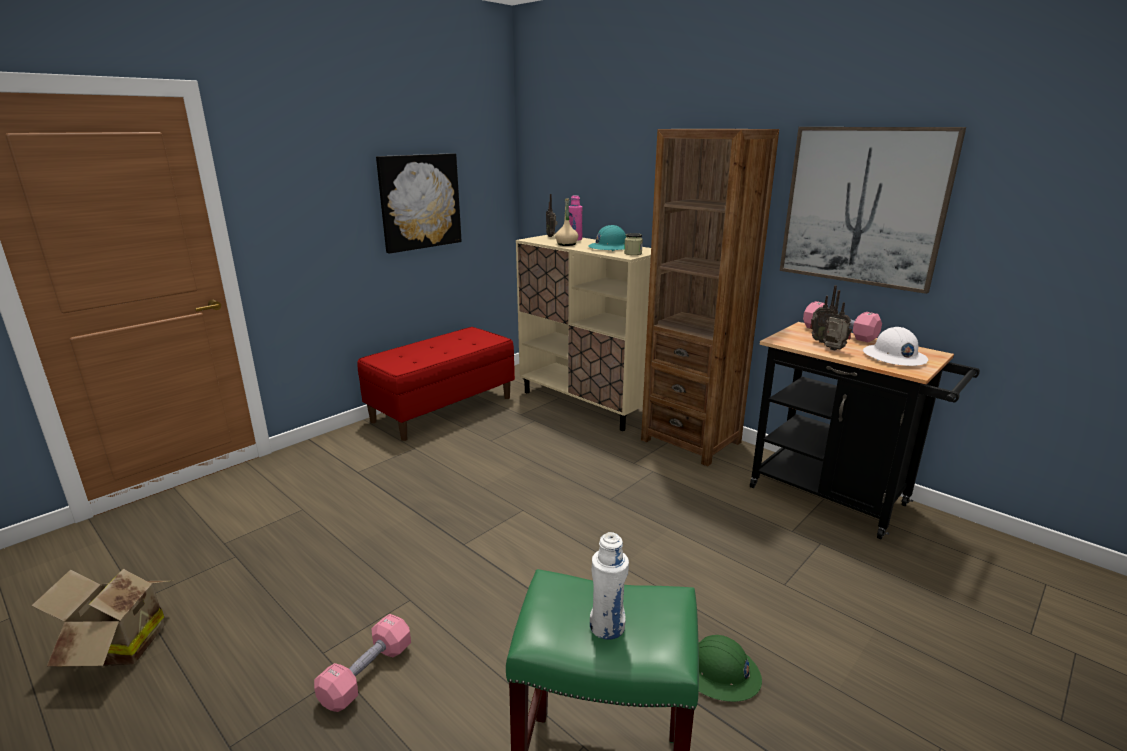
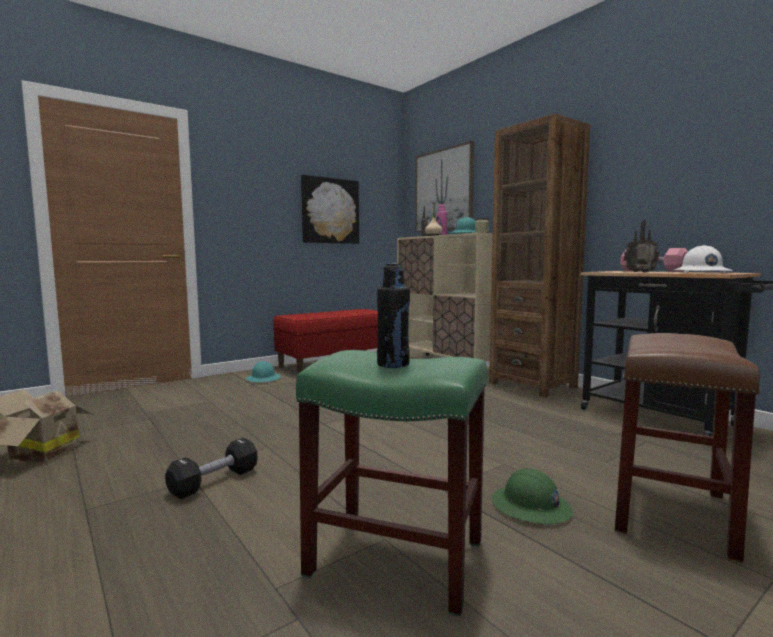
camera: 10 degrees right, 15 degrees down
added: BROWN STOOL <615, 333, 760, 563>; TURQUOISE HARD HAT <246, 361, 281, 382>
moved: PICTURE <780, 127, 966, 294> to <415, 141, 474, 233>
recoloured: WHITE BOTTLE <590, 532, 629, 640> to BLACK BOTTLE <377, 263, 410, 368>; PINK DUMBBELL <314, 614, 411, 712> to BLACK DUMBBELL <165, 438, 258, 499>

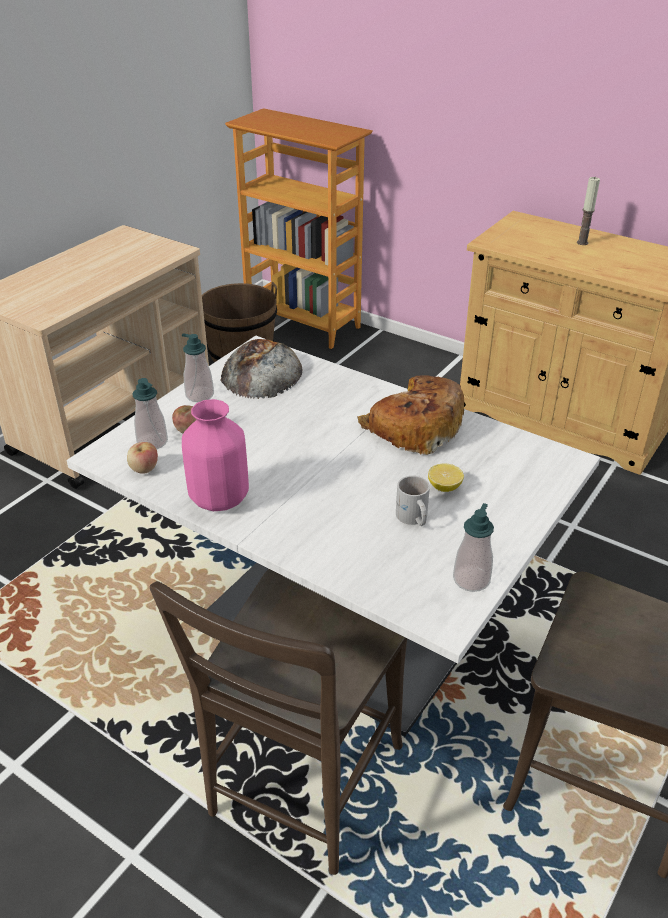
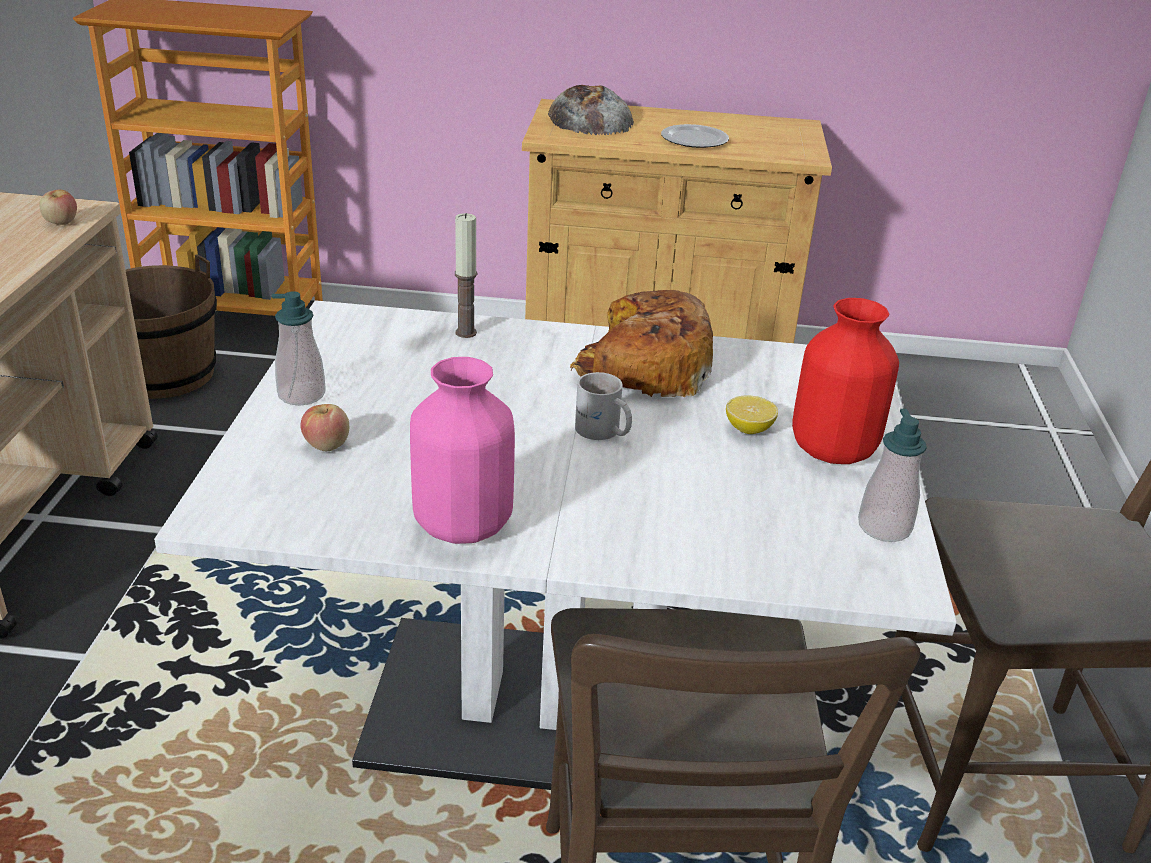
camera: 30 degrees left, 5 degrees down
removed: SOAP DISPENSER <133, 378, 168, 449>
added: PLATE <661, 124, 729, 148>; RED VASE <792, 298, 899, 464>
moved: CANDLE <577, 177, 600, 245> to <455, 213, 477, 338>; BREAD <220, 339, 302, 399> to <548, 85, 634, 135>; APPLE <127, 442, 158, 474> to <39, 189, 77, 225>; WHITE MUG <396, 476, 430, 526> to <575, 372, 632, 440>

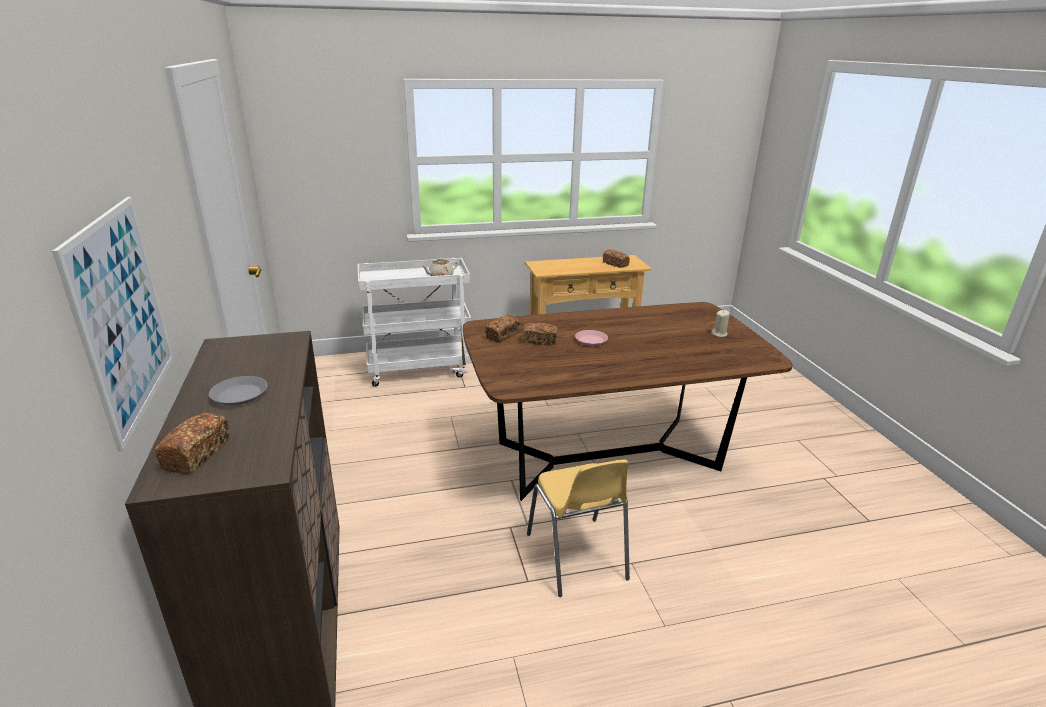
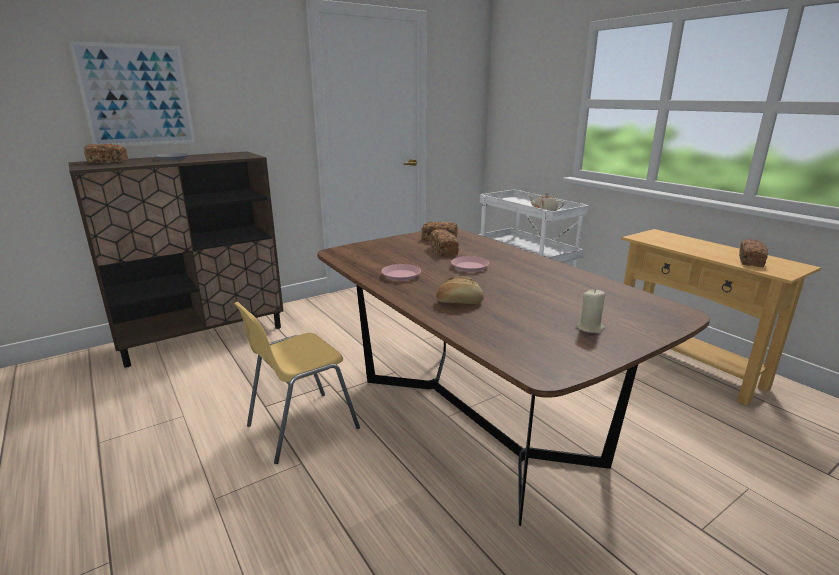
camera: 70 degrees right, 5 degrees down
added: PINK PLATE <381, 264, 421, 281>; BREAD <436, 276, 484, 304>

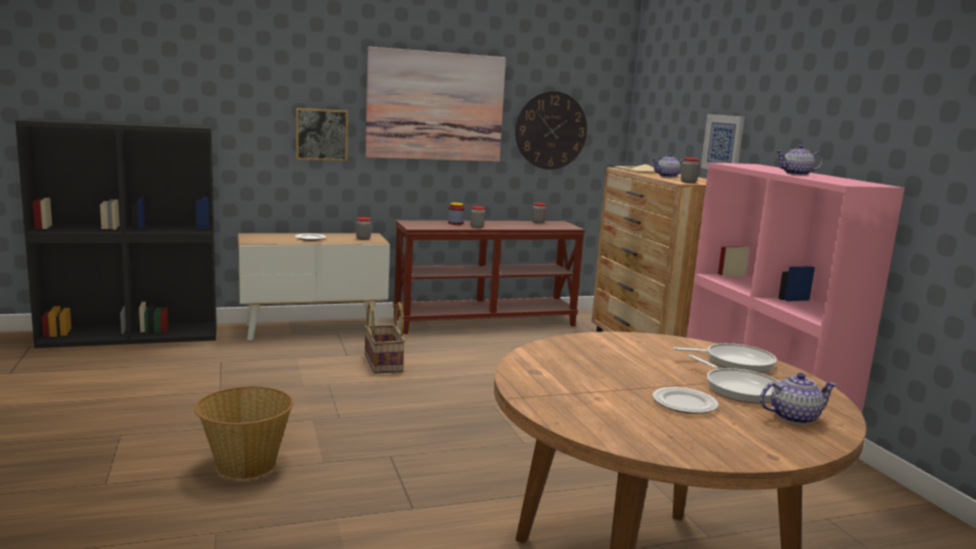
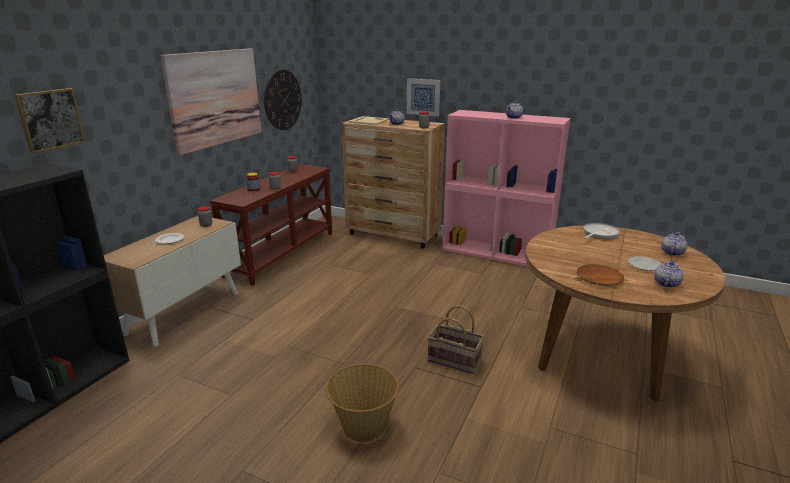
camera: 45 degrees left, 10 degrees up
removed: FRYING PAN <688, 355, 779, 404>
added: TEAPOT <654, 259, 684, 288>; BROWN PLATE <577, 264, 624, 286>
moved: PICTURE <296, 108, 348, 161> to <14, 88, 86, 154>; BASKET <364, 302, 405, 374> to <427, 305, 484, 374>

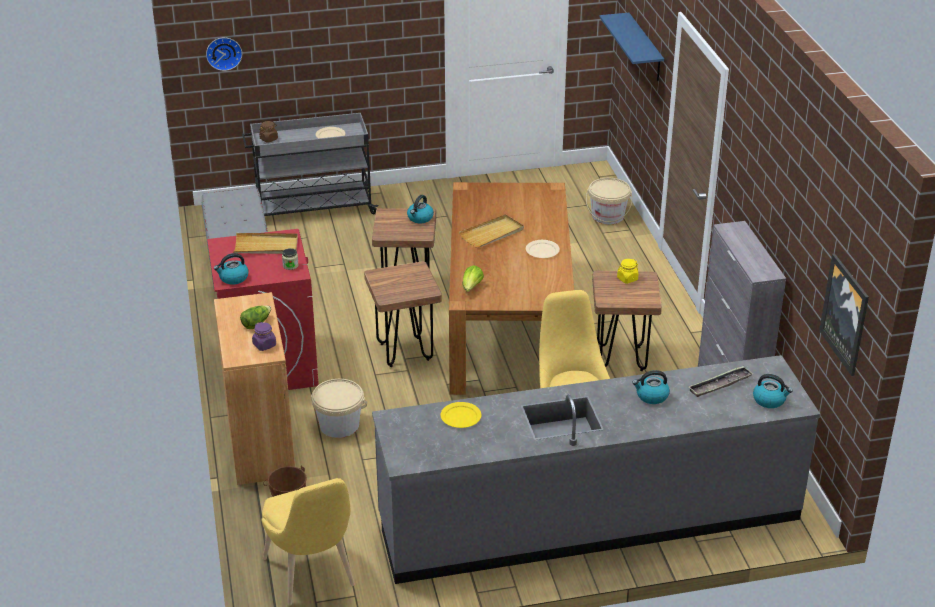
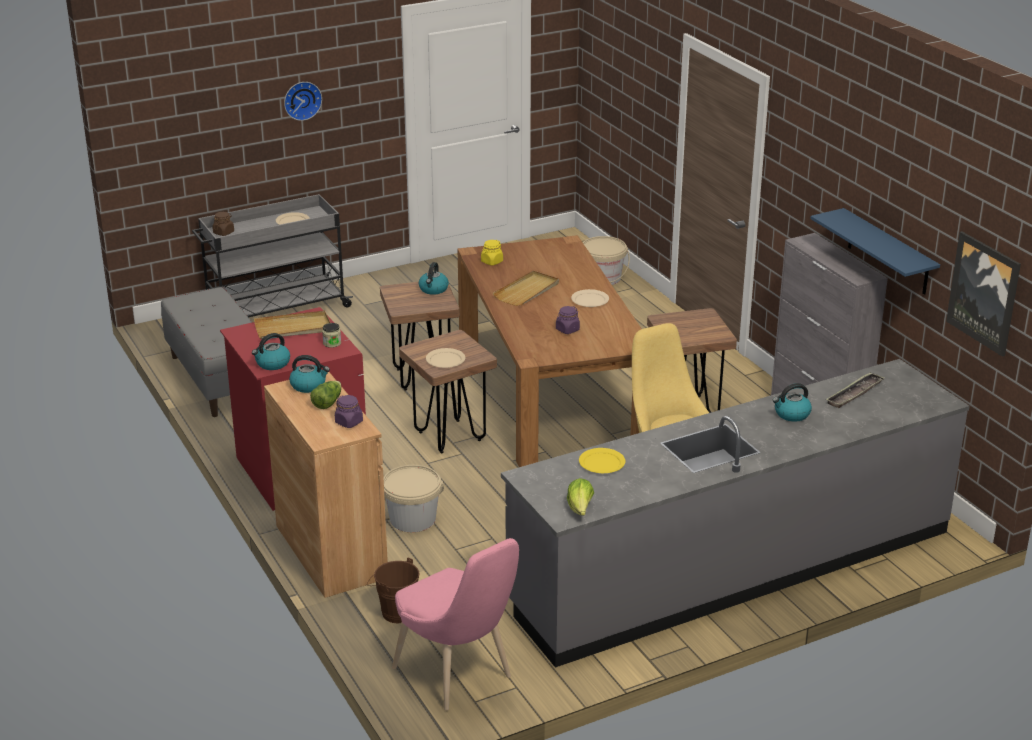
camera: 15 degrees left, 5 degrees down
added: PURPLE JAR <556, 306, 580, 334>; BEIGE PLATE <426, 348, 465, 368>
moved: BLUE SHELF <599, 13, 664, 81> to <810, 208, 940, 295>; WALL CLOCK <206, 38, 242, 71> to <284, 82, 322, 121>; YELLOW JAR <617, 259, 639, 284> to <481, 240, 503, 265>; LETTUCE <463, 265, 484, 292> to <567, 478, 594, 516>; KETTLE <753, 374, 793, 408> to <289, 355, 330, 393>
recoloured: YELLOW CHAIR <261, 478, 355, 606> to PINK CHAIR <392, 538, 519, 711>

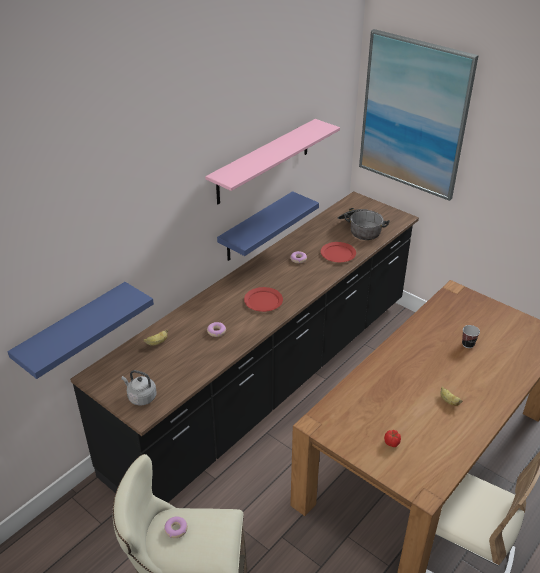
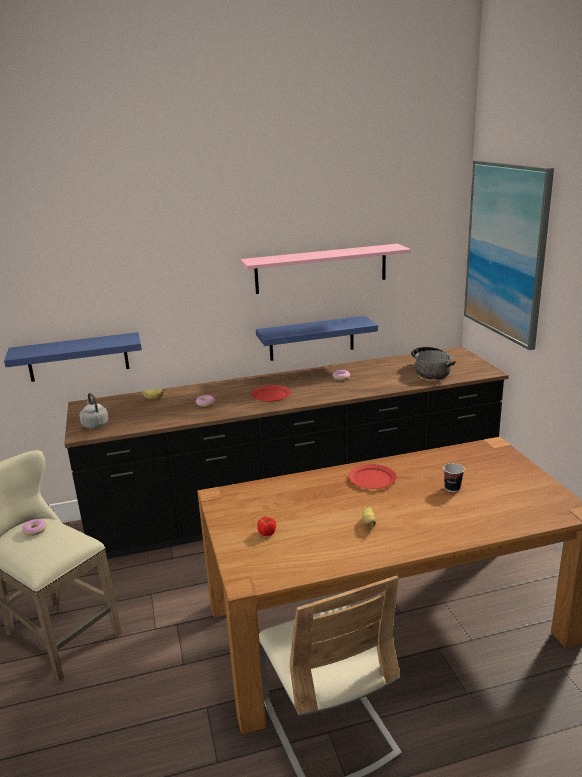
camera: 35 degrees right, 15 degrees down
moved: RED PLATE <321, 242, 356, 262> to <348, 464, 397, 489>

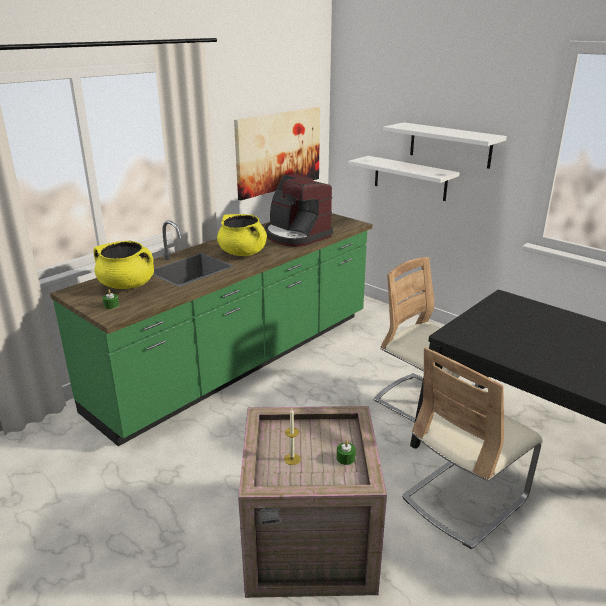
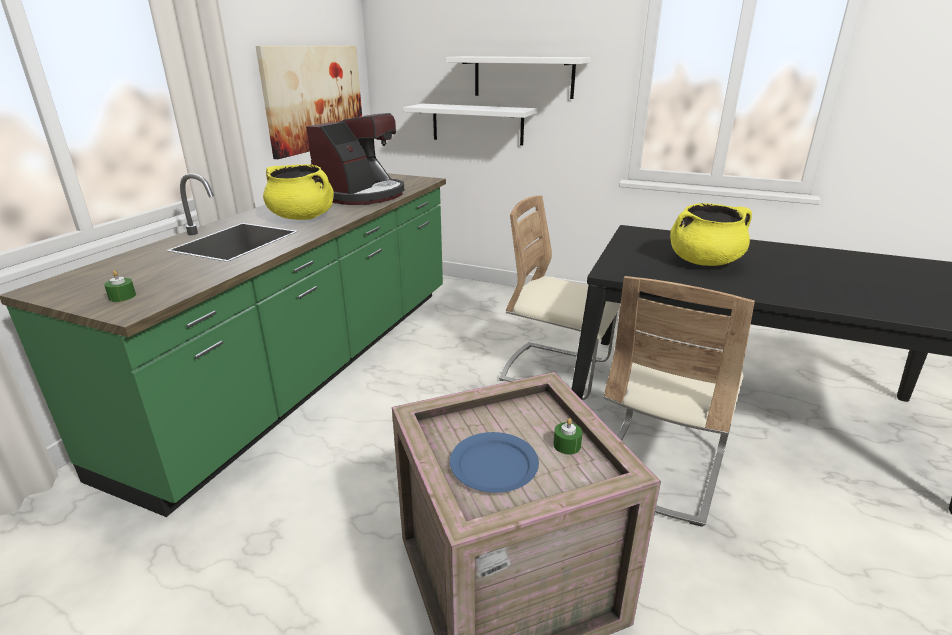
camera: 20 degrees left, 0 degrees up
moved: YELLOW COOKING POT <93, 241, 154, 289> to <670, 203, 752, 266>
replaced: CANDLE <284, 409, 301, 465> to BLUE PLATE <450, 432, 539, 493>
turned: COFFEE MACHINE <264, 174, 333, 247> = <306, 113, 404, 205> 90 degrees counterclockwise

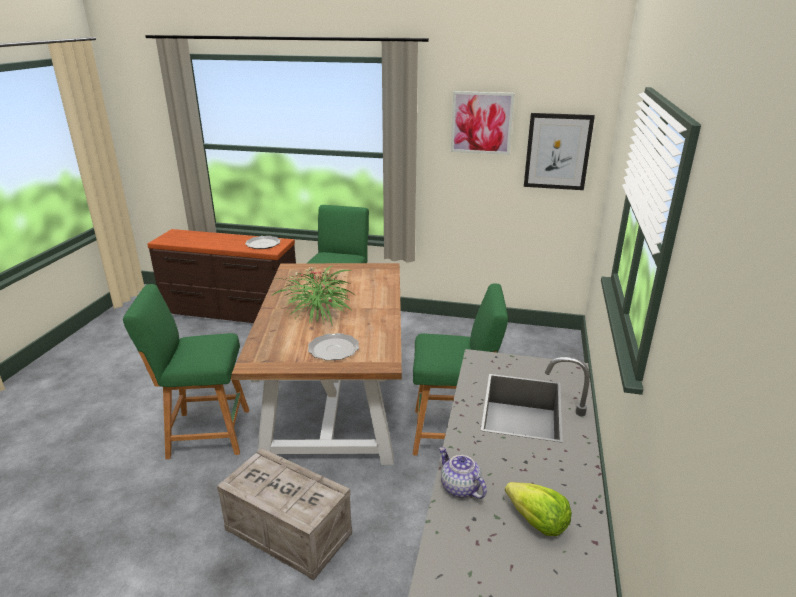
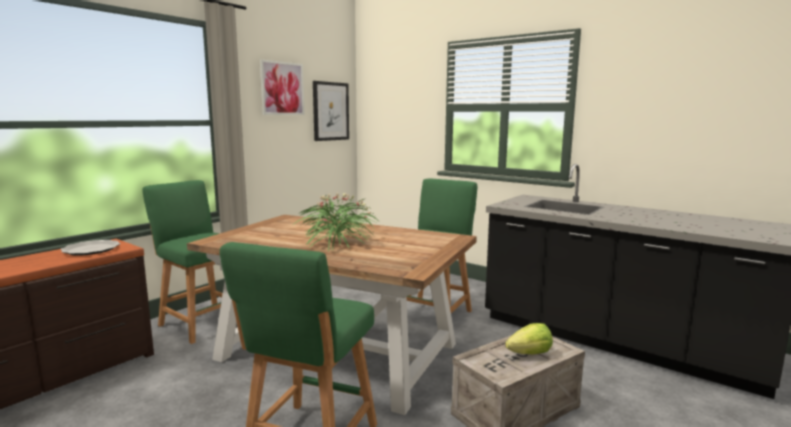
camera: 65 degrees left, 15 degrees down
removed: PLATE <308, 333, 359, 360>; TEAPOT <439, 447, 487, 499>
moved: LETTUCE <505, 482, 572, 536> to <505, 323, 553, 355>

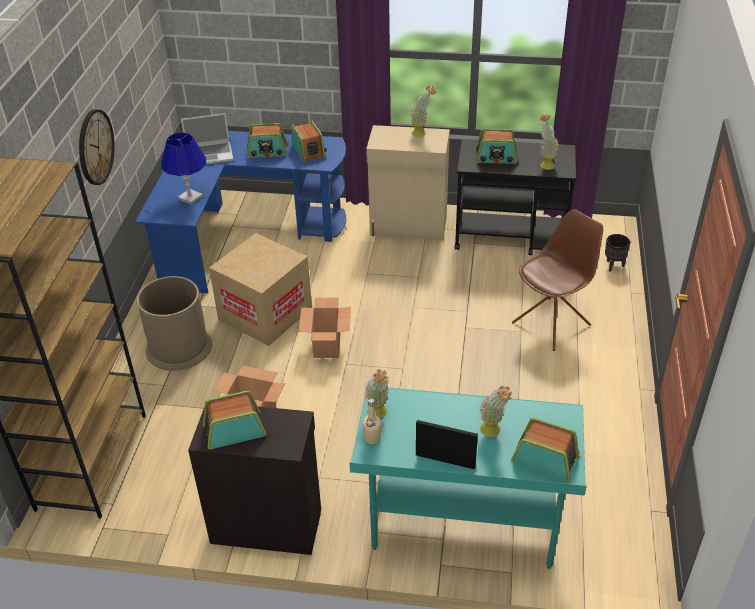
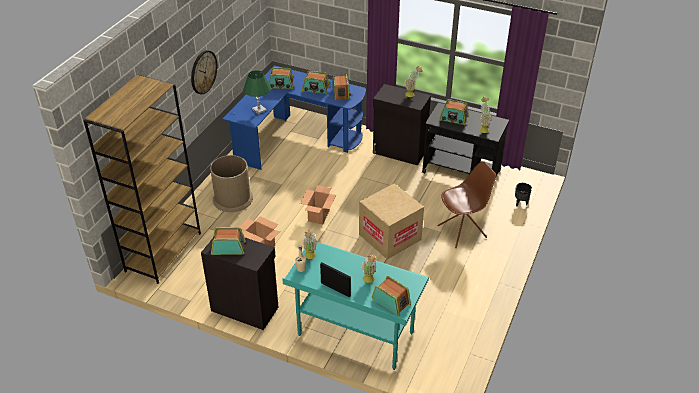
camera: 15 degrees right, 0 degrees up
moved: CARDBOARD BOX <209, 233, 312, 346> to <359, 183, 424, 259>
replaced: LAPTOP <181, 113, 233, 164> to RADIO <268, 67, 294, 89>
recoloured: BEIGE CABINET <366, 125, 450, 241> to BLACK CABINET <373, 84, 431, 166>; BLUE TABLE LAMP <161, 133, 206, 205> to GREEN TABLE LAMP <243, 70, 271, 114>

